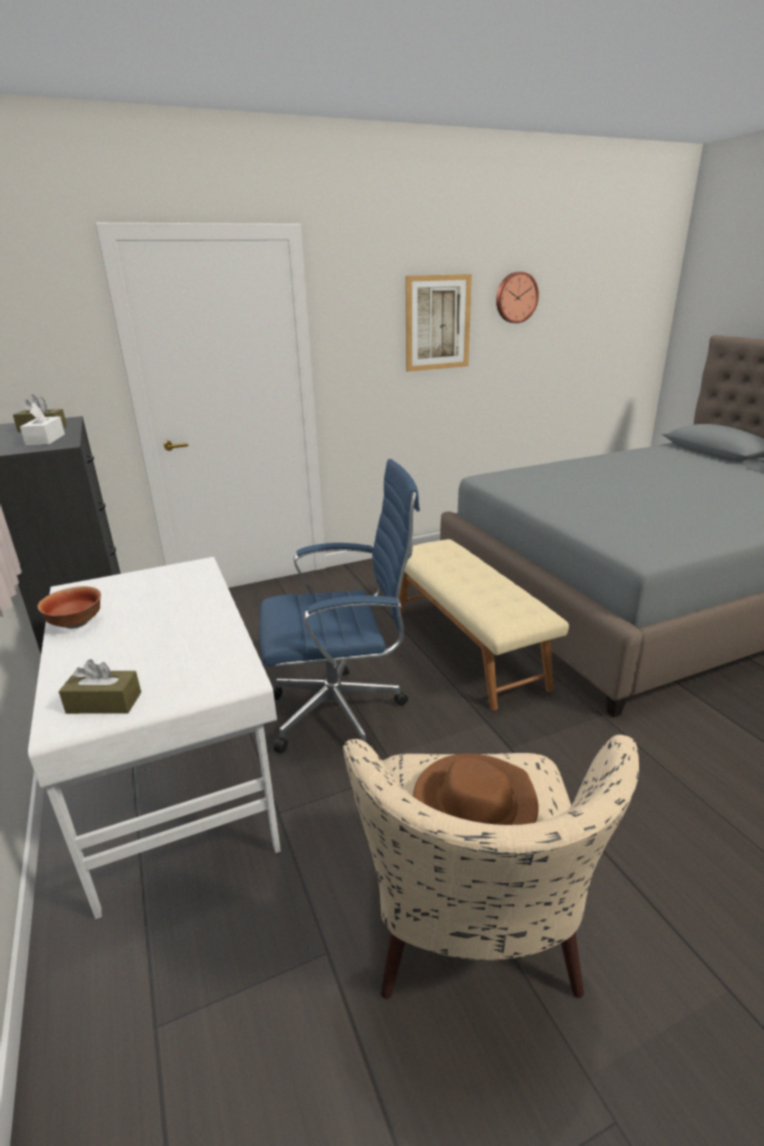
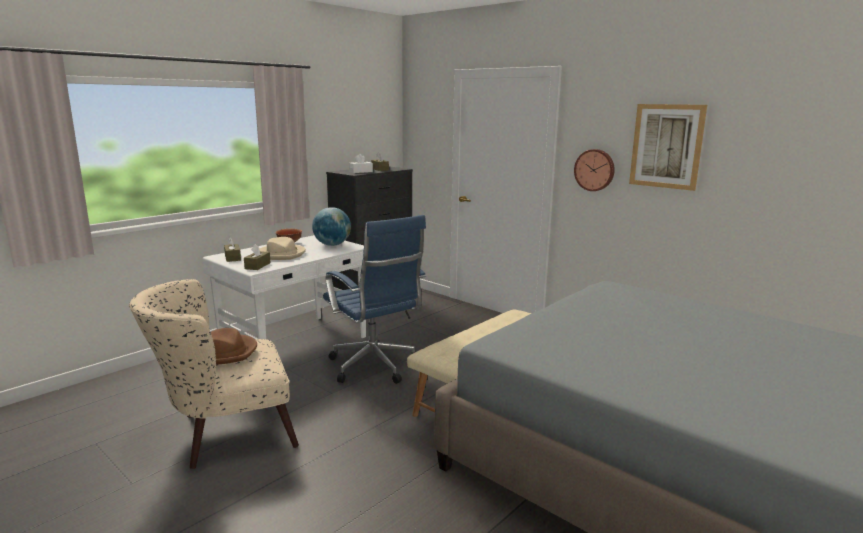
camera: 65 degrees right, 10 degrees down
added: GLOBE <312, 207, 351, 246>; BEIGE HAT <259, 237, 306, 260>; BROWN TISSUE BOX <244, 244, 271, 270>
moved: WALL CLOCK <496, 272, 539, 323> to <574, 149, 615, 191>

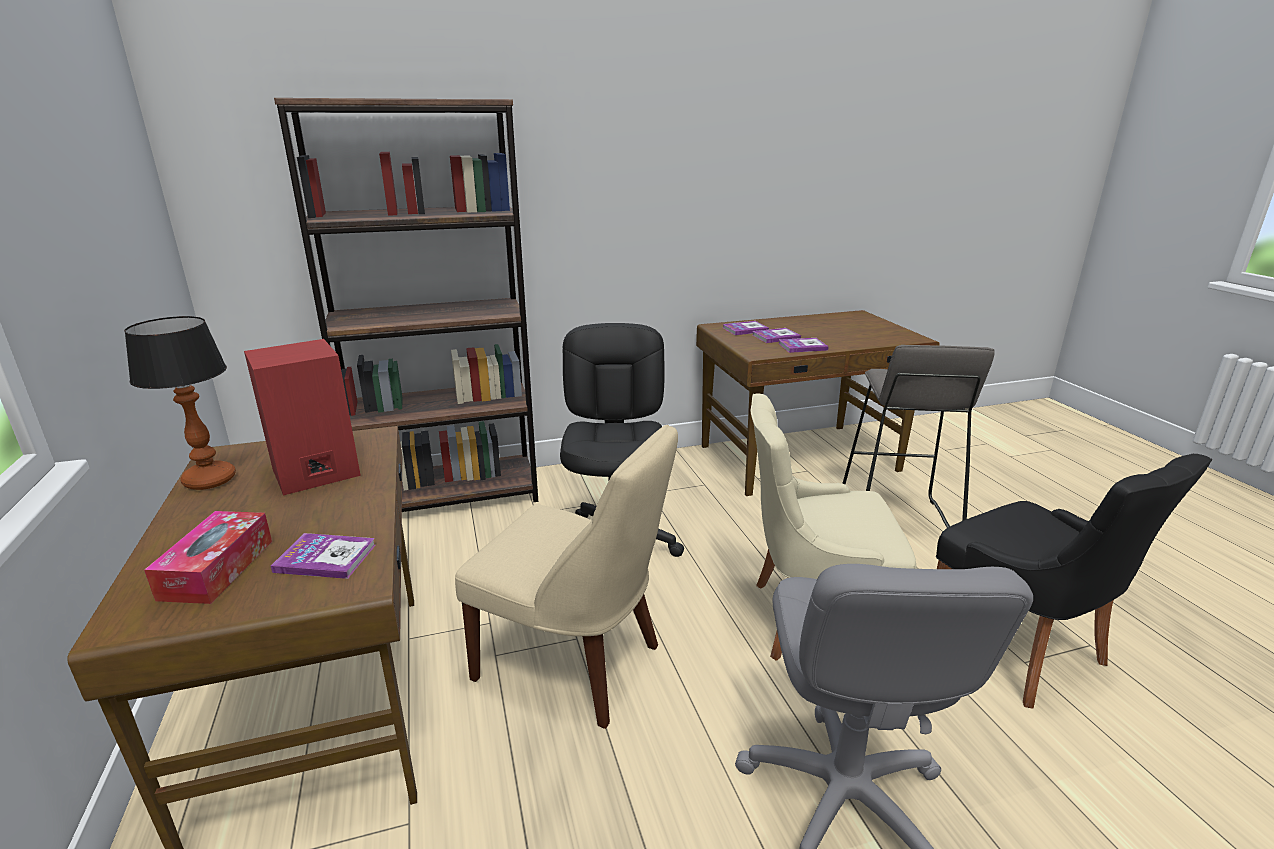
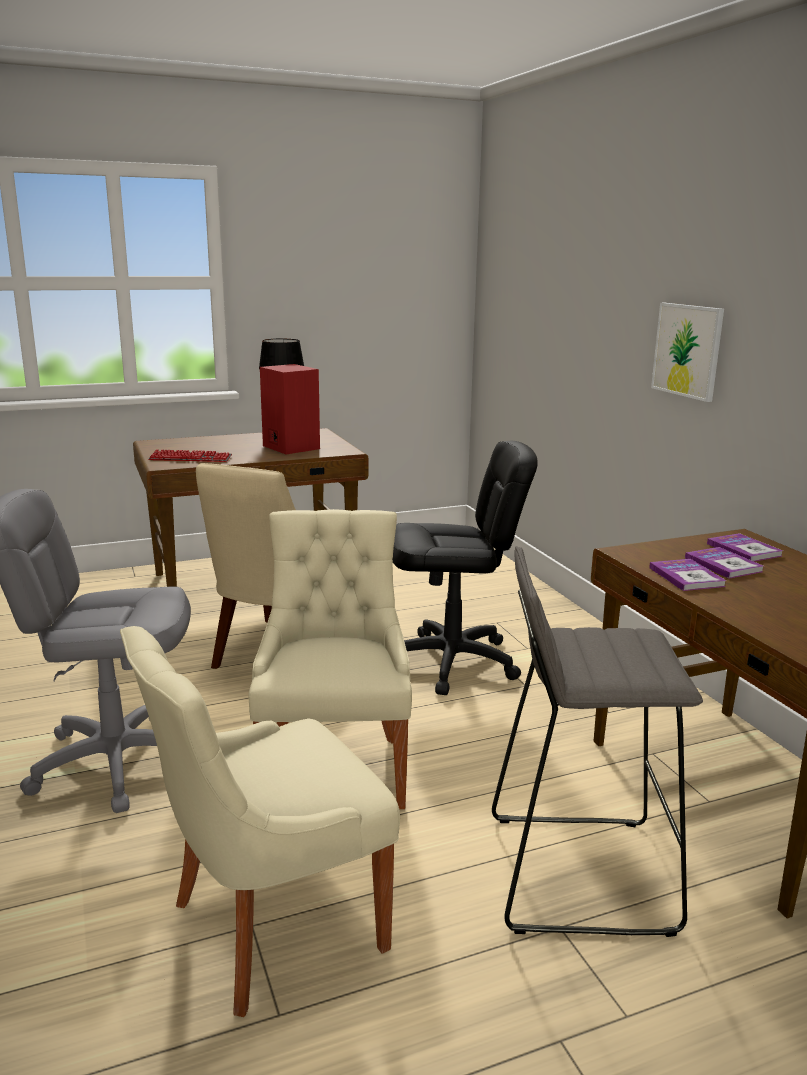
camera: 85 degrees right, 5 degrees down
removed: BROWN BOOKCASE <274, 98, 538, 512>; TISSUE BOX <144, 511, 272, 604>
added: PICTURE <651, 303, 724, 402>
replaced: BOOK <271, 533, 376, 579> to KEYBOARD <149, 450, 232, 462>
recoloured: BLACK CHAIR <936, 454, 1212, 709> to BEIGE CHAIR <120, 626, 400, 1017>

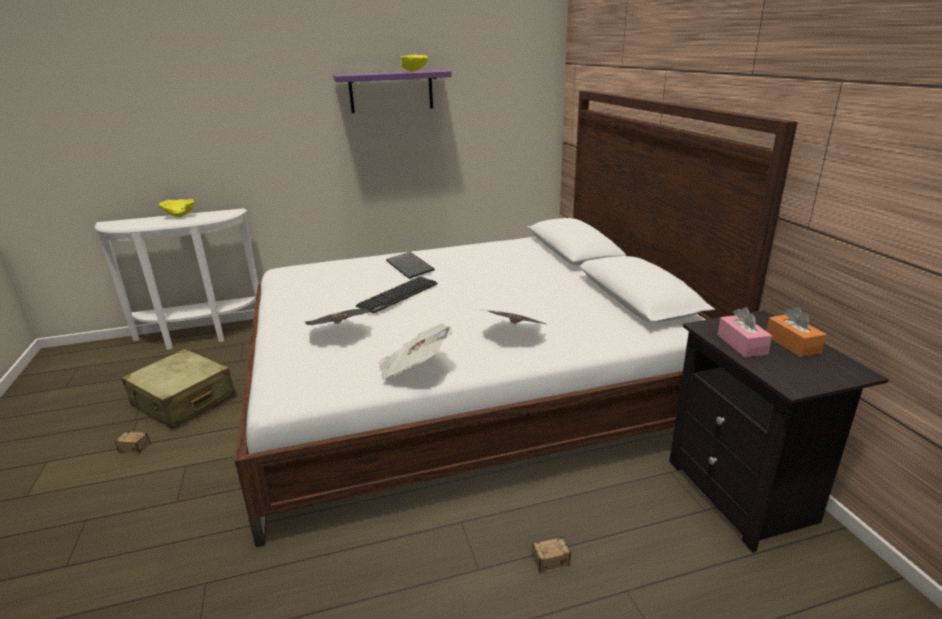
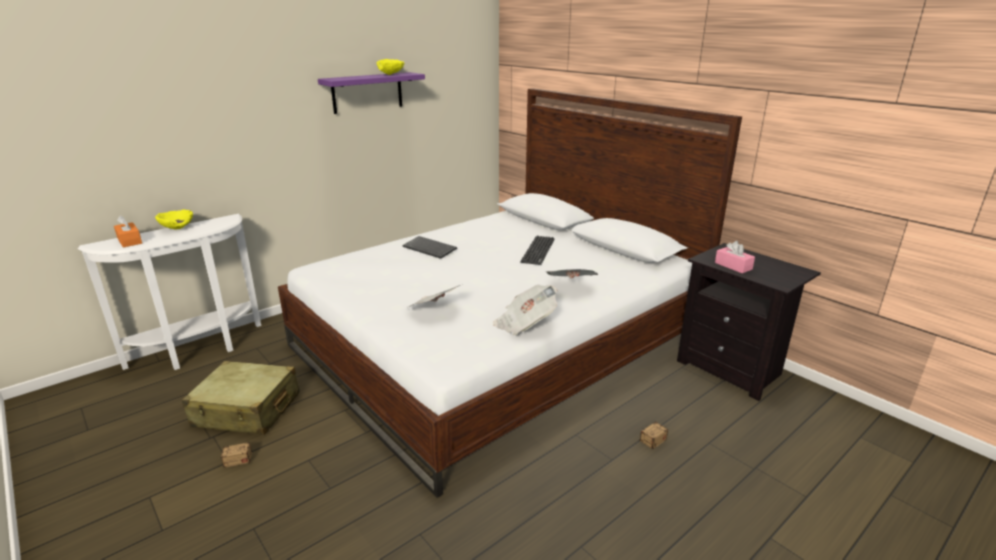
camera: 25 degrees left, 0 degrees up
moved: KEYBOARD <356, 277, 438, 313> to <520, 236, 554, 265>; ORANGE TISSUE BOX <766, 307, 827, 357> to <114, 215, 142, 248>

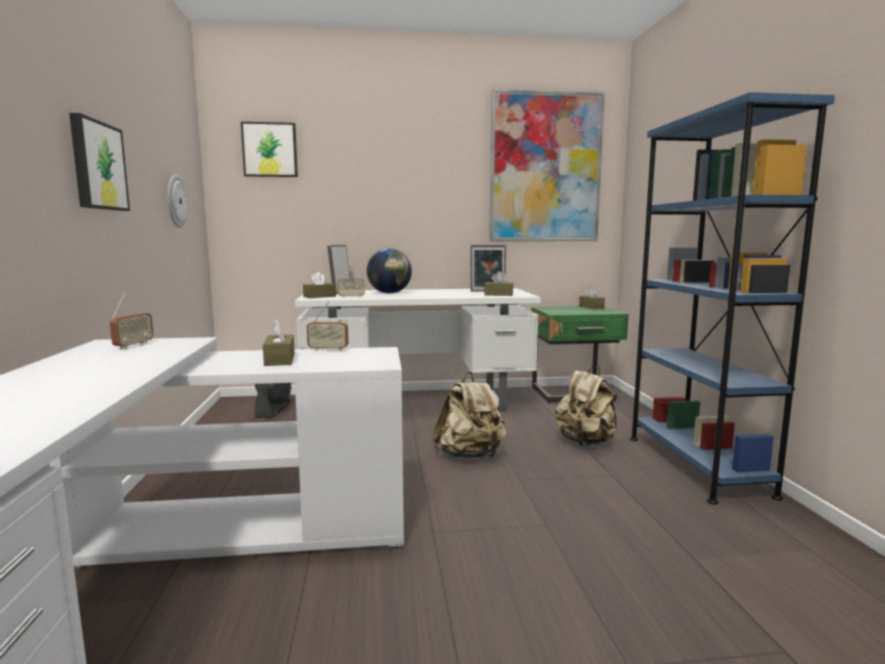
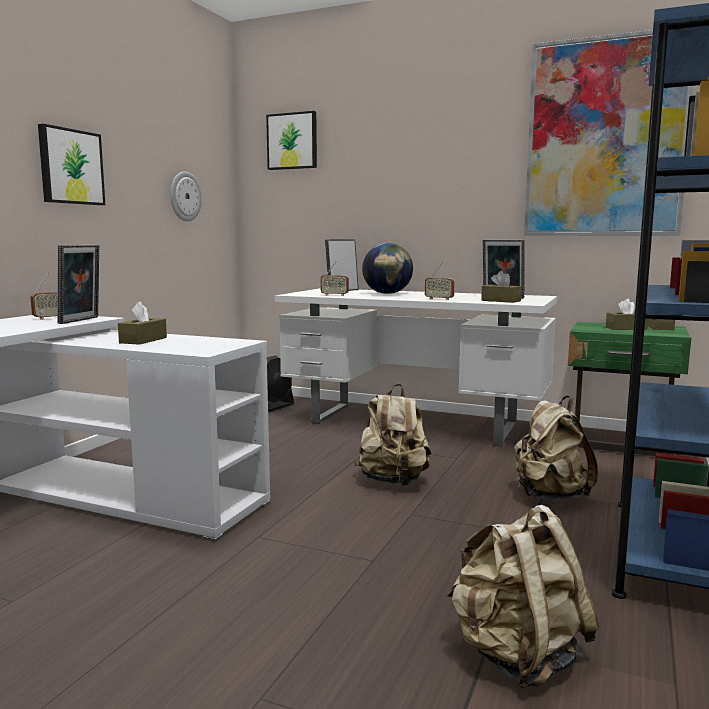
camera: 30 degrees right, 0 degrees up
added: PICTURE FRAME <57, 245, 99, 324>; BEIGE BACKPACK <446, 505, 600, 688>
moved: BROWN TISSUE BOX <303, 272, 336, 298> to <606, 299, 648, 330>; RADIO <307, 301, 348, 351> to <425, 262, 455, 300>

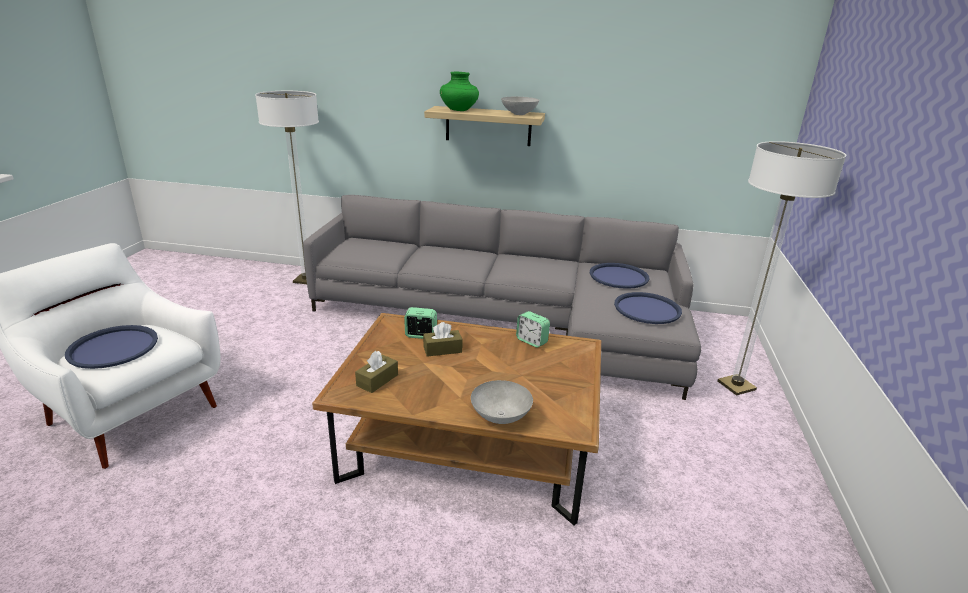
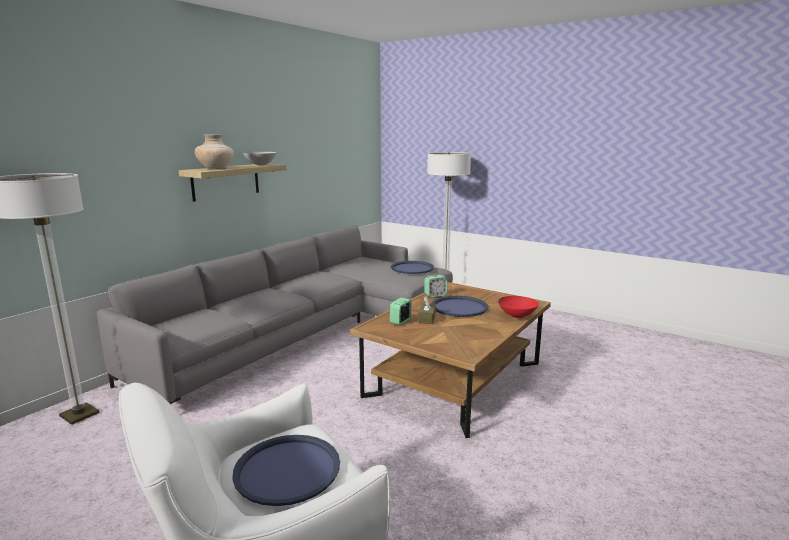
camera: 65 degrees left, 10 degrees down
removed: BROWN TISSUE BOX <355, 351, 398, 393>
moved: BLUE TRAY <590, 263, 649, 289> to <432, 296, 488, 317>
recoloured: GREEN VASE <440, 72, 479, 111> to BEIGE VASE <195, 134, 234, 169>; GREY BOWL <471, 380, 533, 424> to RED BOWL <498, 296, 539, 318>

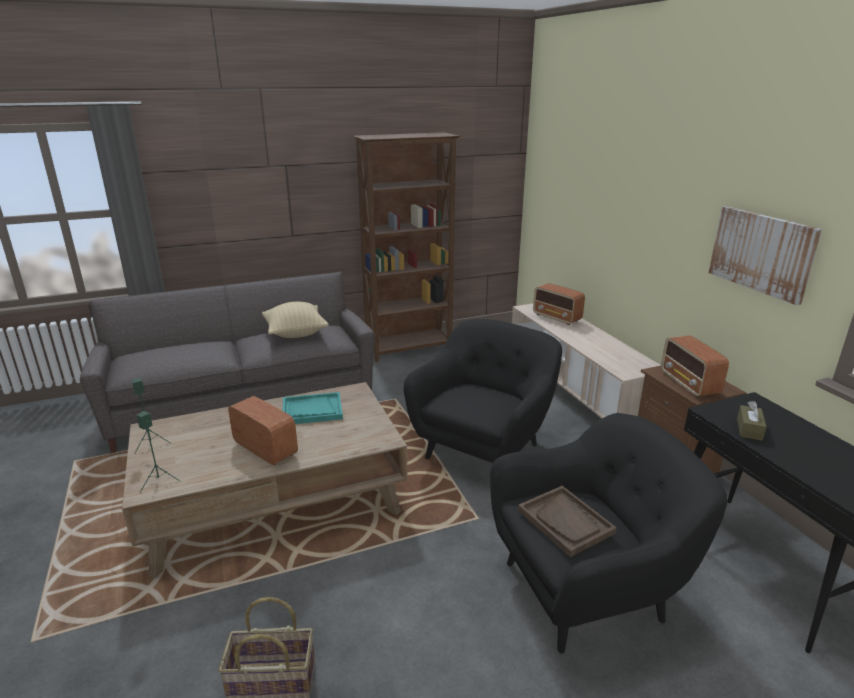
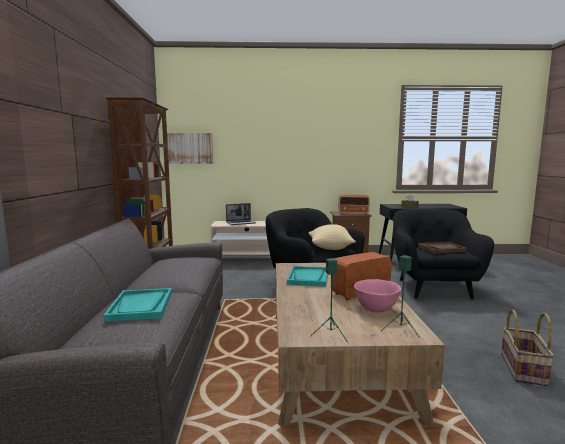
camera: 70 degrees left, 15 degrees down
added: PINK BOWL <354, 279, 401, 313>; TURQUOISE TRAY <103, 288, 172, 322>
moved: PICTURE <709, 206, 822, 305> to <167, 133, 213, 164>; BEIGE PILLOW <262, 302, 329, 338> to <309, 224, 356, 250>
replaced: RADIO <533, 283, 585, 325> to LAPTOP <226, 203, 257, 225>

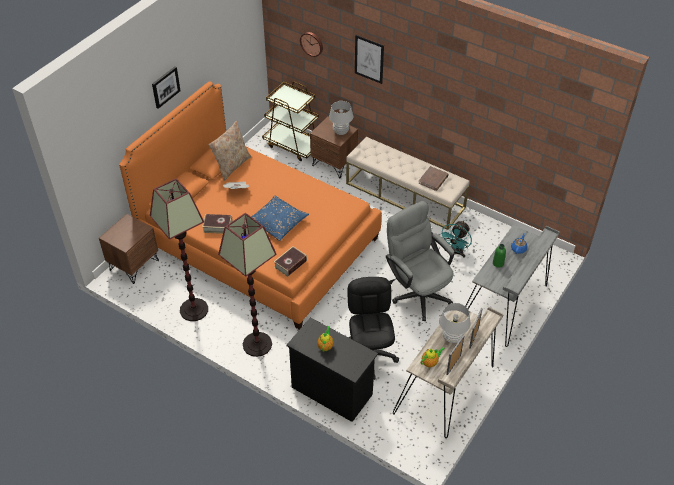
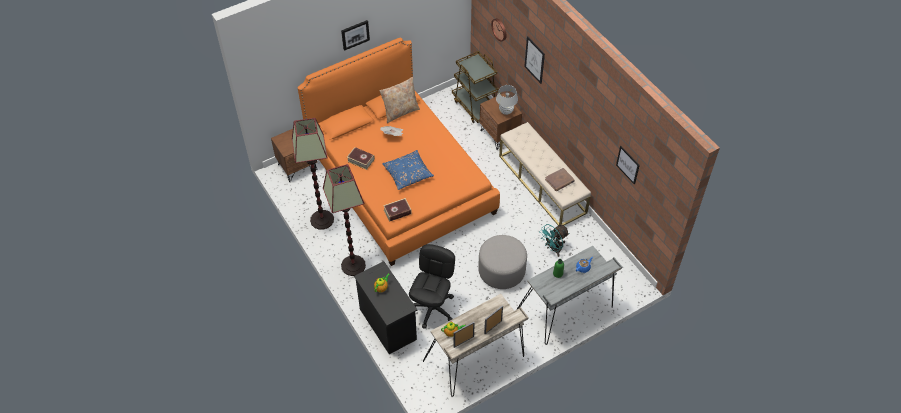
camera: 25 degrees right, 5 degrees up
removed: WHITE TABLE LAMP <439, 303, 471, 343>
added: PICTURE <616, 146, 640, 185>
replaced: GREY OFFICE CHAIR <386, 201, 454, 321> to GREY OTTOMAN <478, 235, 527, 289>

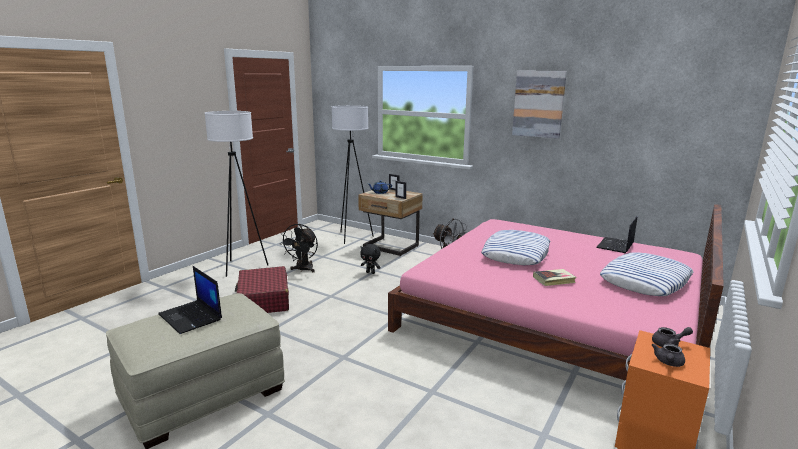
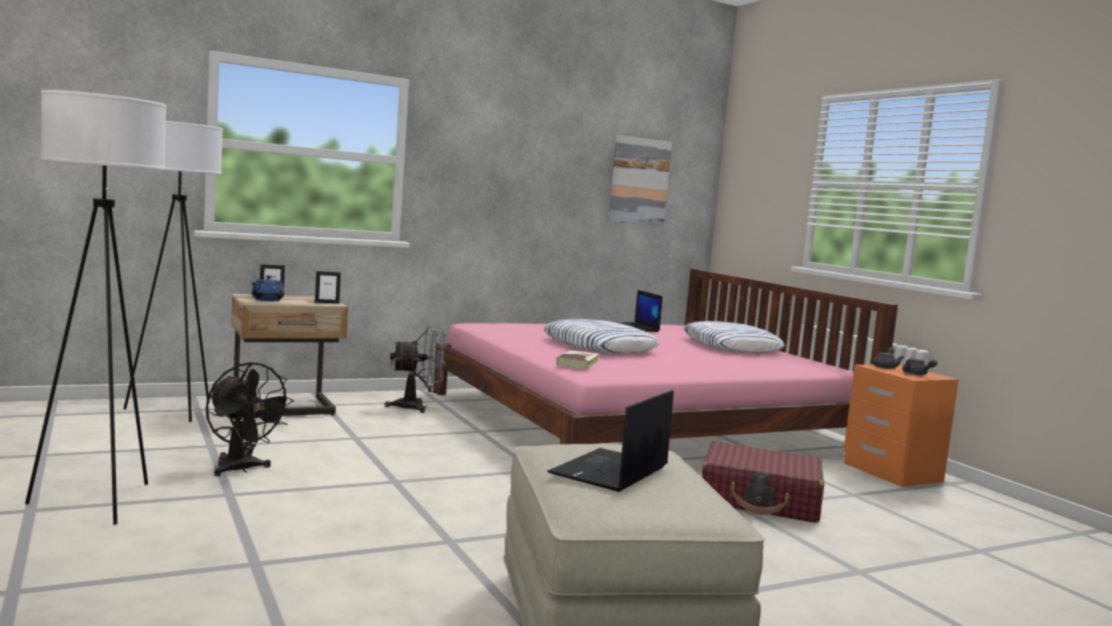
camera: 60 degrees left, 10 degrees down
removed: BLACK PLUSH TOY <360, 244, 381, 274>
moved: PICTURE <512, 71, 567, 139> to <609, 135, 672, 226>; RED SUITCASE <235, 266, 289, 313> to <702, 441, 824, 523>; BOOK <533, 269, 576, 286> to <556, 350, 600, 369>
turned: LAPTOP <158, 266, 222, 334> = <547, 390, 674, 492> 135 degrees clockwise

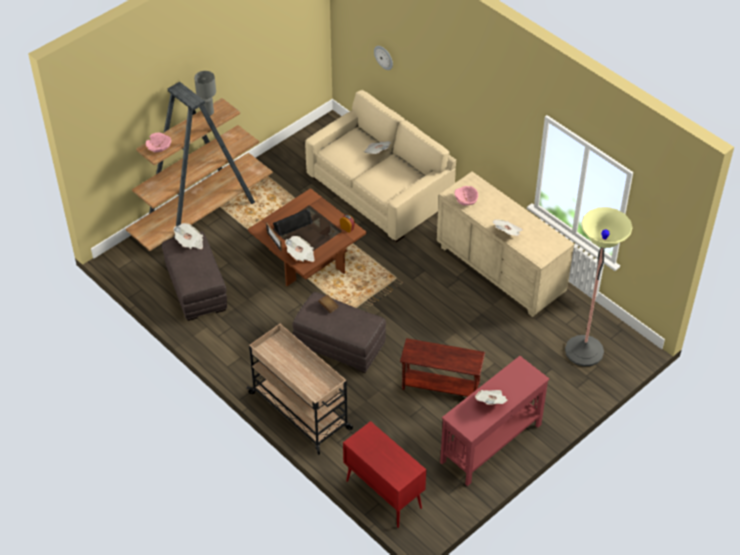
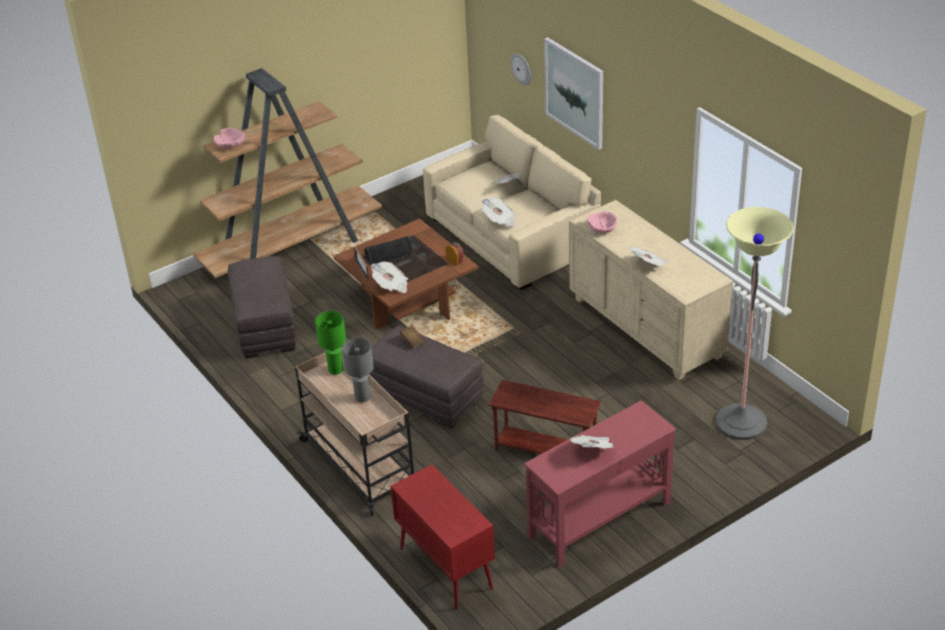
camera: 10 degrees right, 10 degrees down
added: PICTURE <544, 37, 603, 150>; GREEN TABLE LAMP <315, 311, 346, 375>
moved: GREY TABLE LAMP <194, 71, 216, 116> to <342, 338, 374, 402>; NEWSPAPER <173, 223, 203, 249> to <482, 197, 516, 227>

